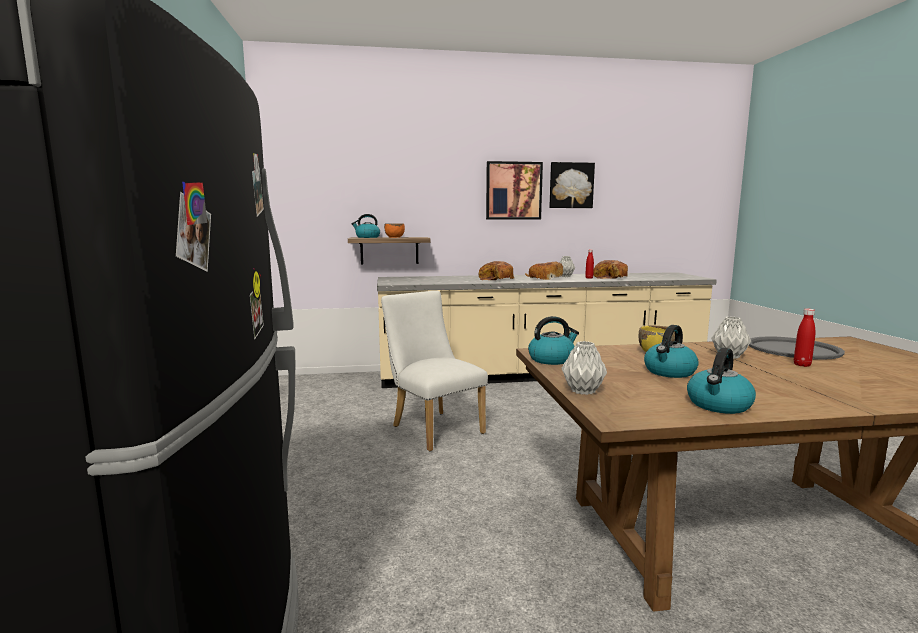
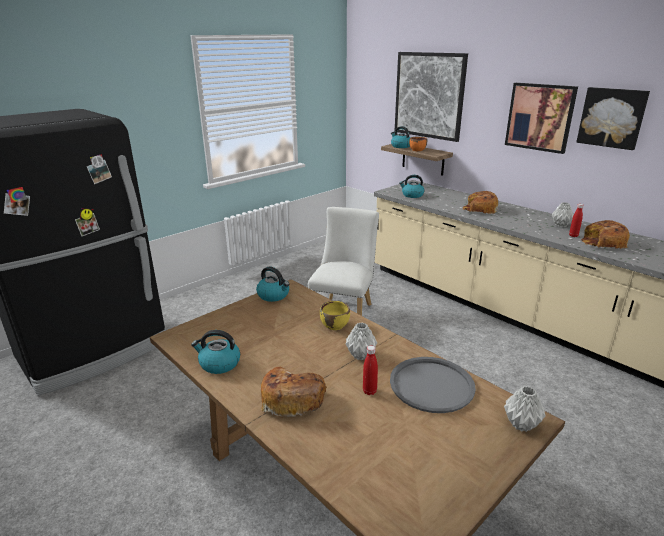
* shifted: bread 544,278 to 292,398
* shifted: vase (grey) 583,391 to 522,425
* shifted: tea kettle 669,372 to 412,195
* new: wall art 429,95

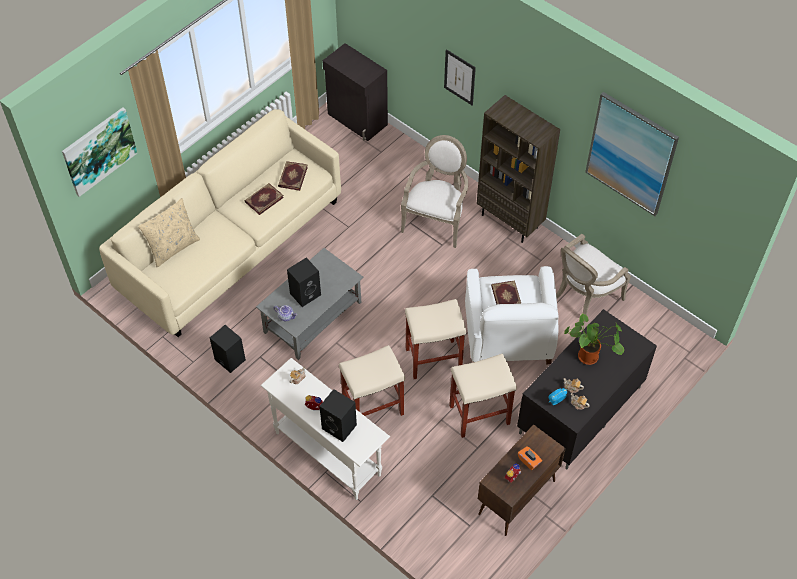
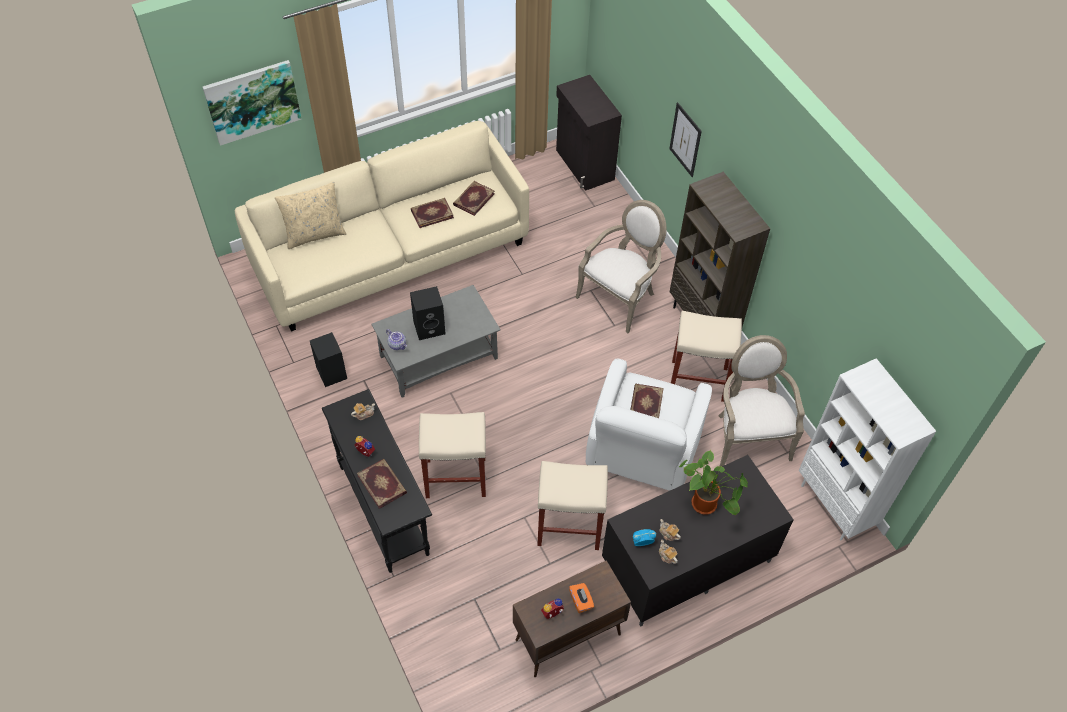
* repainted: console table (white-coloured) 327,453 to console table (blackish) 384,509
* swapped: speaker (blackish) 340,427 to book 382,484
* shifted: stool seat (beige-coloured) 432,359 to 697,380
* rotated: lounge chair 583,297 = 748,435 105 degrees clockwise
* gone: wall art 631,154
* new: bookshelf (white-coloured) 835,506

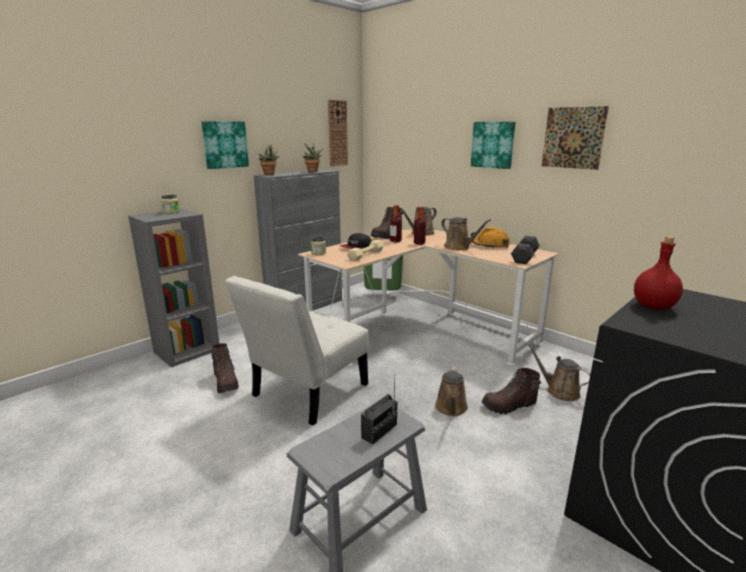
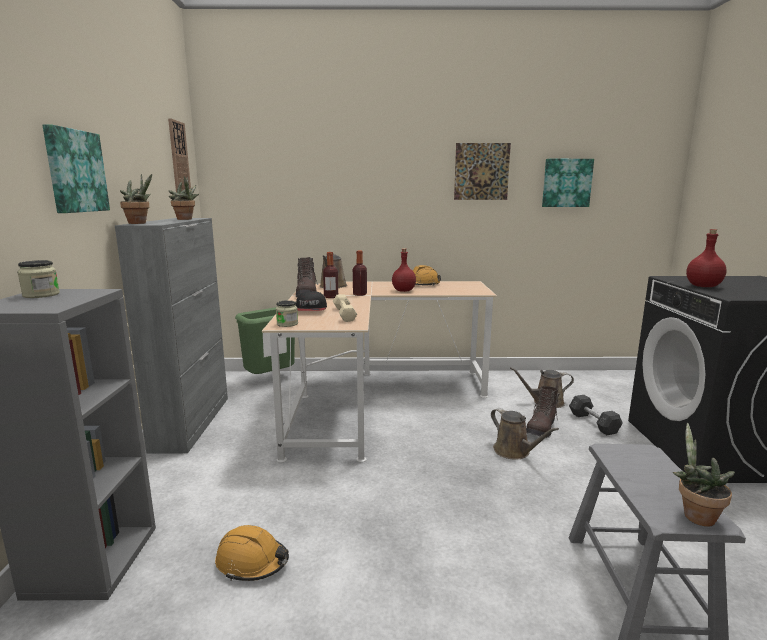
* swapped: high-top boot (brown) 226,382 to safety helmet (orangey) 252,562
* gone: upright chair (white-coloured) 306,393
* gone: radio set 379,431
* swapped: watering pot (brown) 459,247 to drink bottle (red) 403,291
* shifted: wall art 493,145 to 566,183
* shifted: hand weight (grey) 524,258 to 593,423
* new: potted plant 695,515

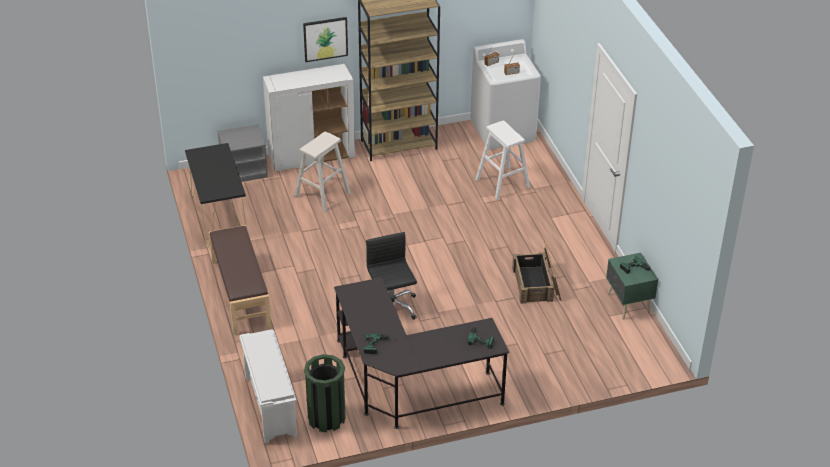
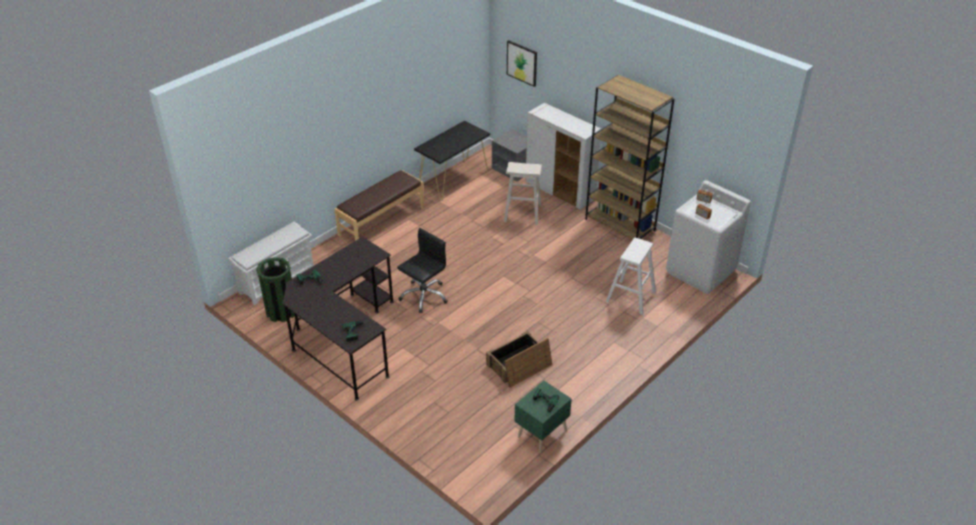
* shifted: wall art 325,39 to 522,63

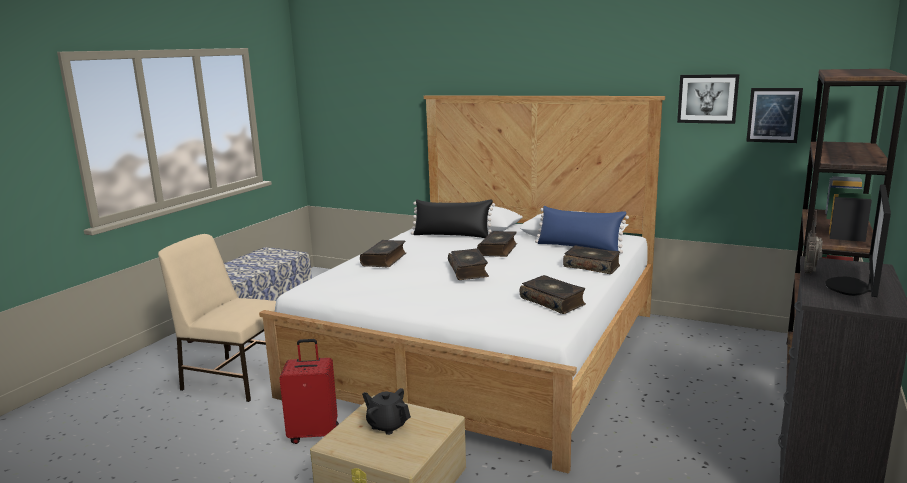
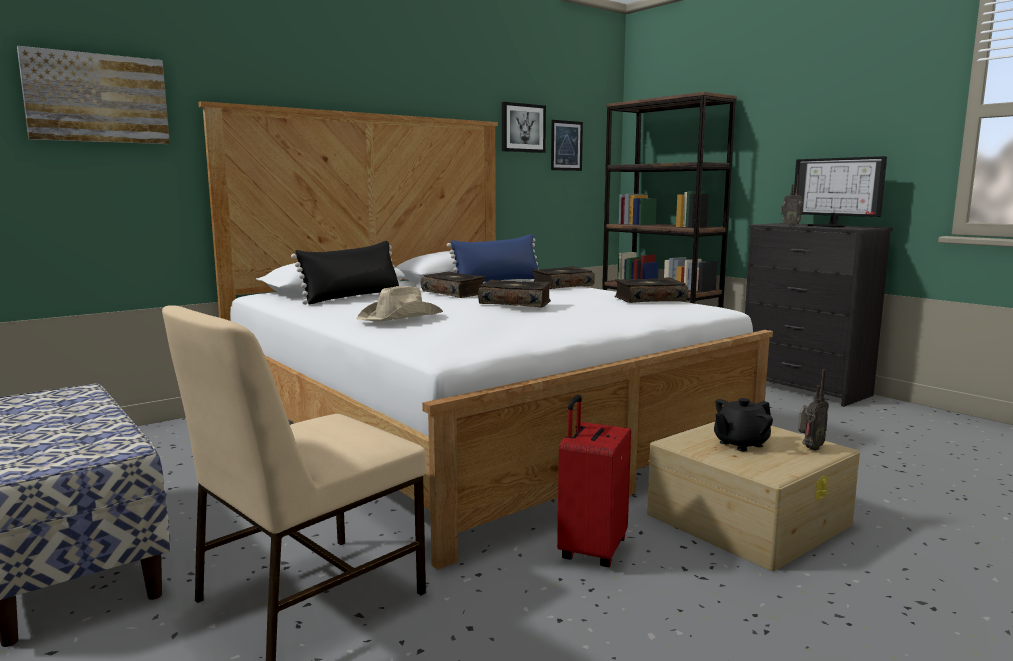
* swapped: book 385,259 to wearable hat (beige-coloured) 401,317
* new: wall art 97,98
* new: radio set 809,448

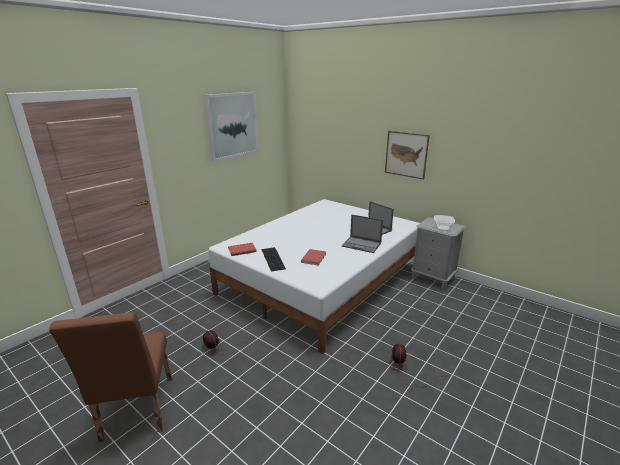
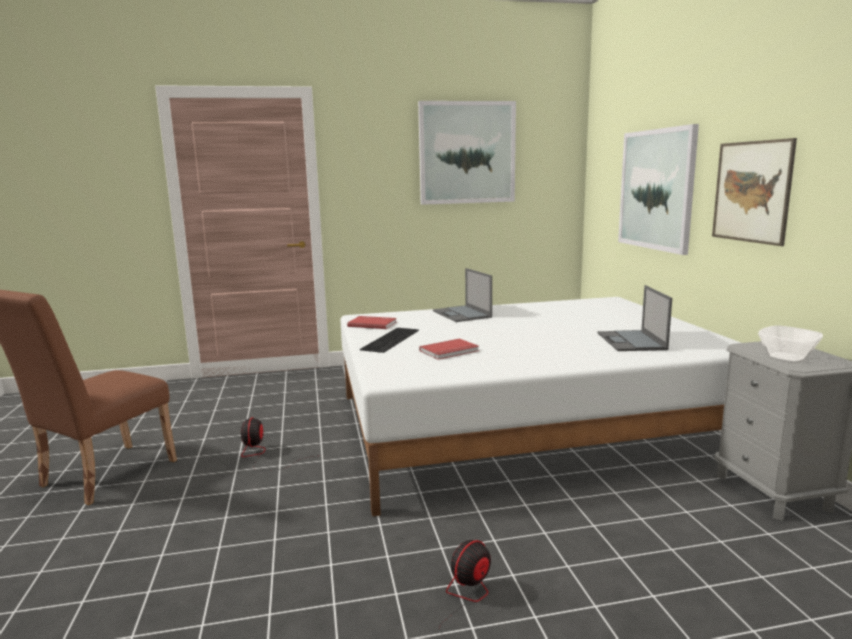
* shifted: laptop 362,244 to 462,314
* new: wall art 656,189

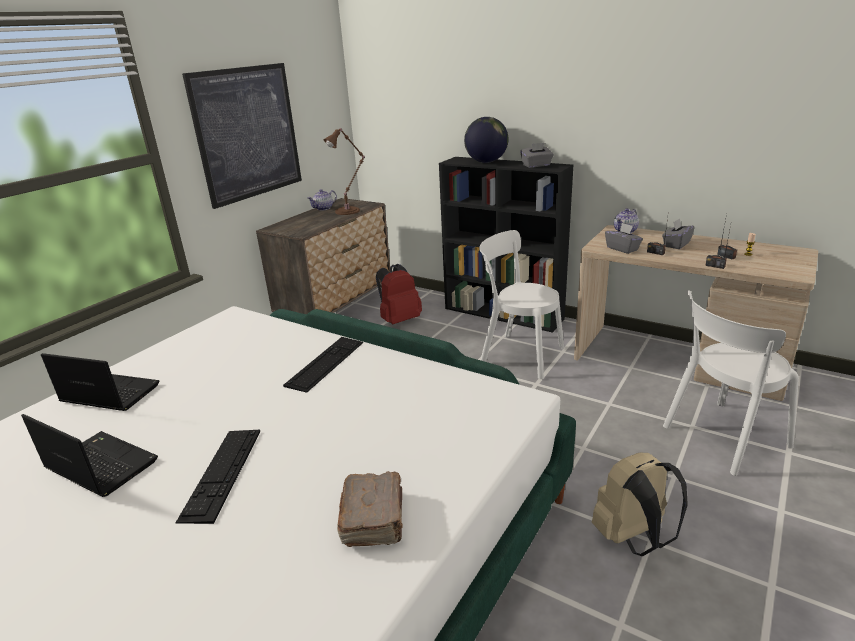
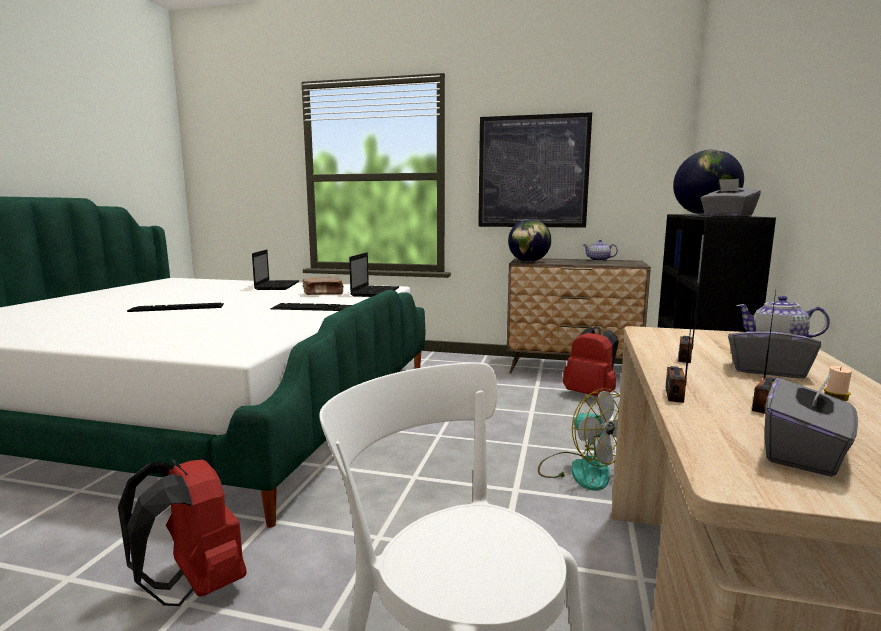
* shifted: laptop 99,465 to 375,292
* gone: table lamp (brown) 349,211
* shifted: book (brown) 374,519 to 323,293
* swapped: upright chair (white-coloured) 518,355 to fan 581,470
* repainted: knapsack (beige-coloured) 633,538 to knapsack (red) 195,587
* shifted: box of tissues (grey) 622,249 to 804,454
* new: world globe 528,261

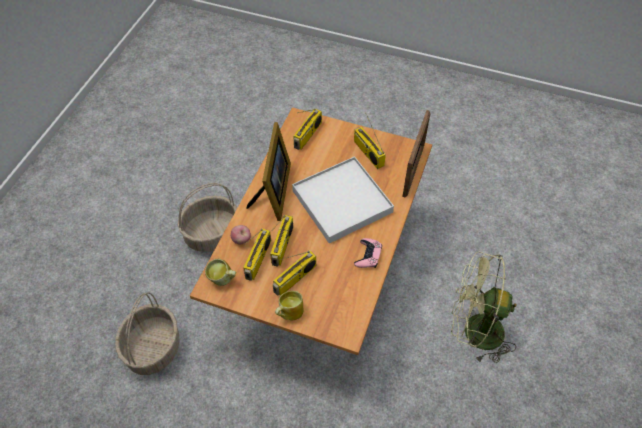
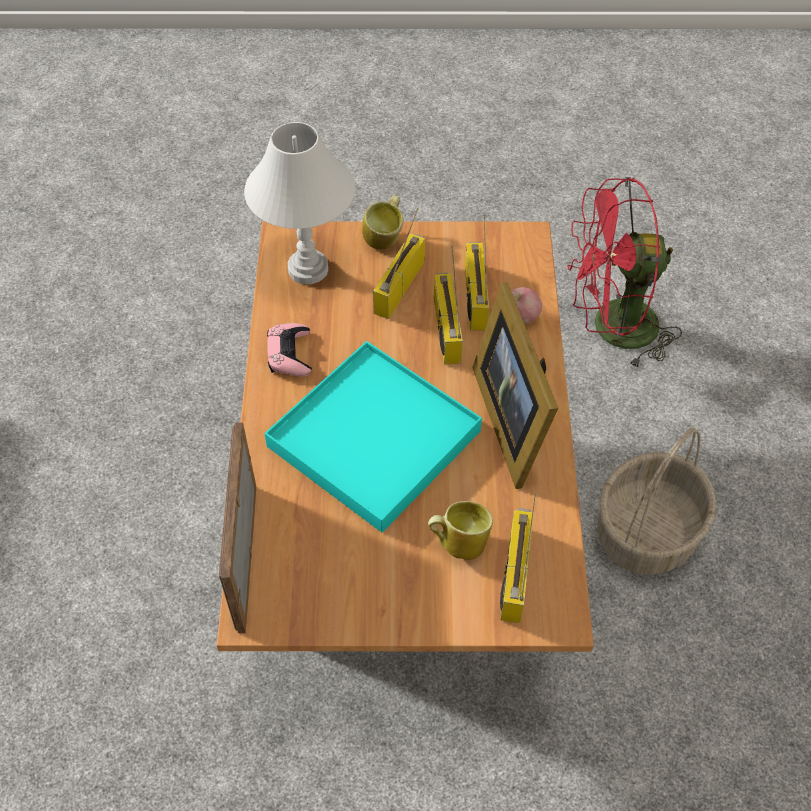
* swapped: storage basket 153,348 to fan (red) 611,329
* shifted: tea mug 223,280 to 458,542
* repainted: serving tray (white-coloured) 341,201 to serving tray (turquoise) 374,439
* gone: radio set 367,153
* gone: fan (greenish) 474,331
* new: table lamp (white-coloured) 307,269

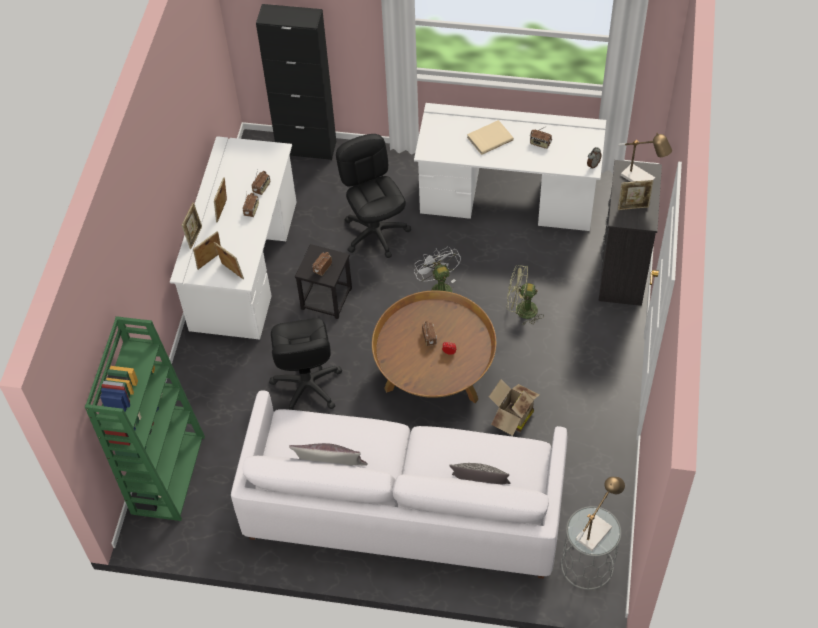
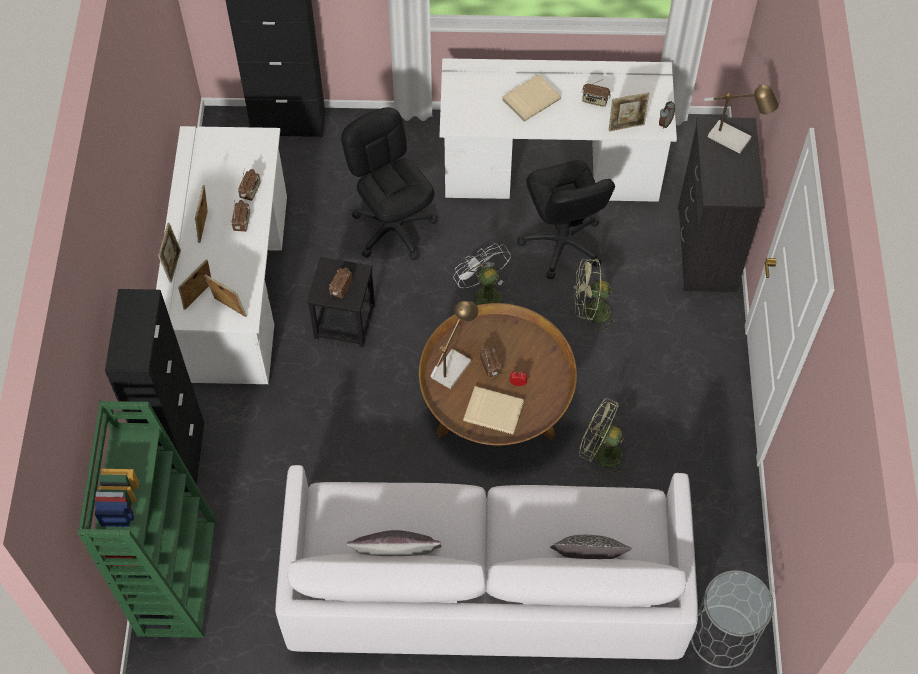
* shifted: desk chair (blackish) 307,386 to 561,244
* swapped: cardboard box 512,417 to fan (greenish) 601,453
* shifted: table lamp 596,529 to 453,365
* shifted: picture frame 633,207 to 626,126
* new: cupboard (blackish) 181,458
* new: book (beige-coloured) 494,410

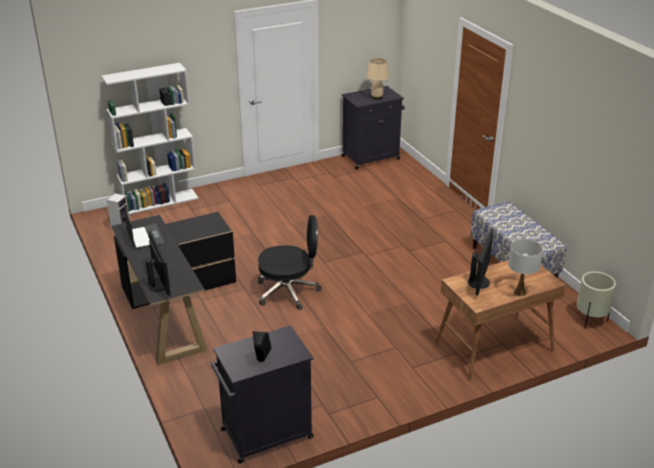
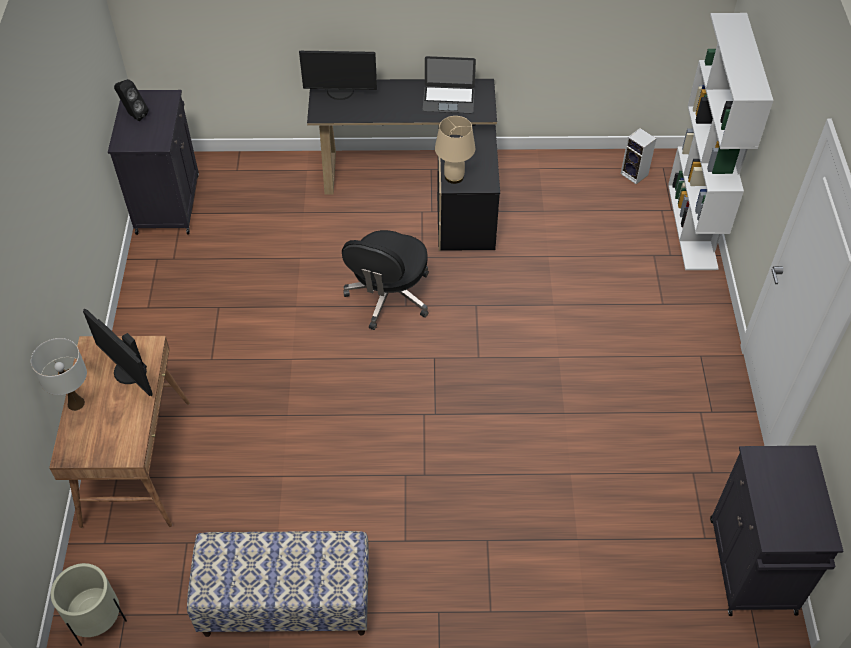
* shifted: table lamp (beige-coloured) 376,97 to 454,176

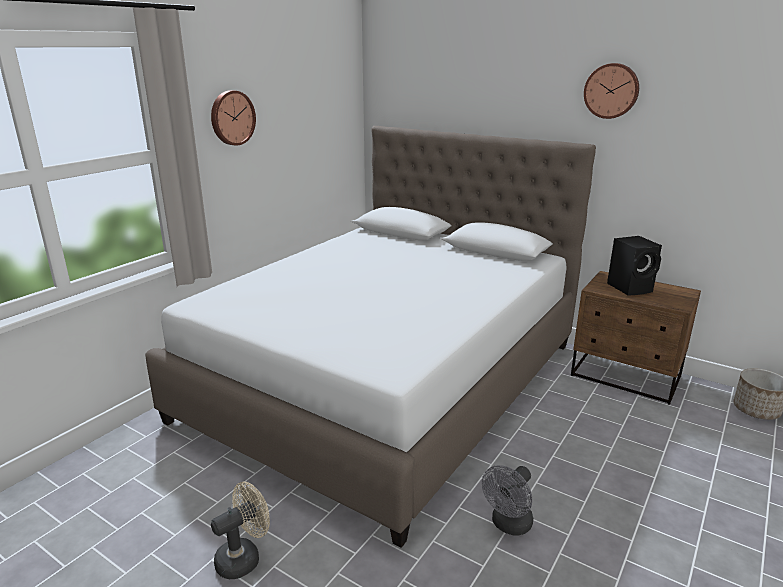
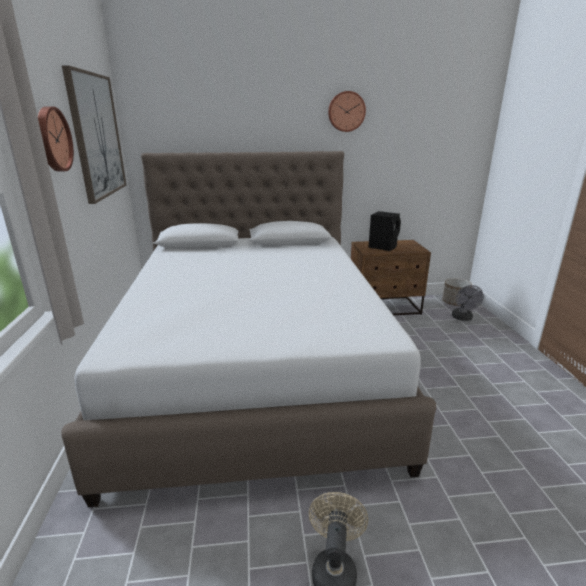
* shifted: fan (grey) 508,525 to 463,318
* new: wall art 96,136

